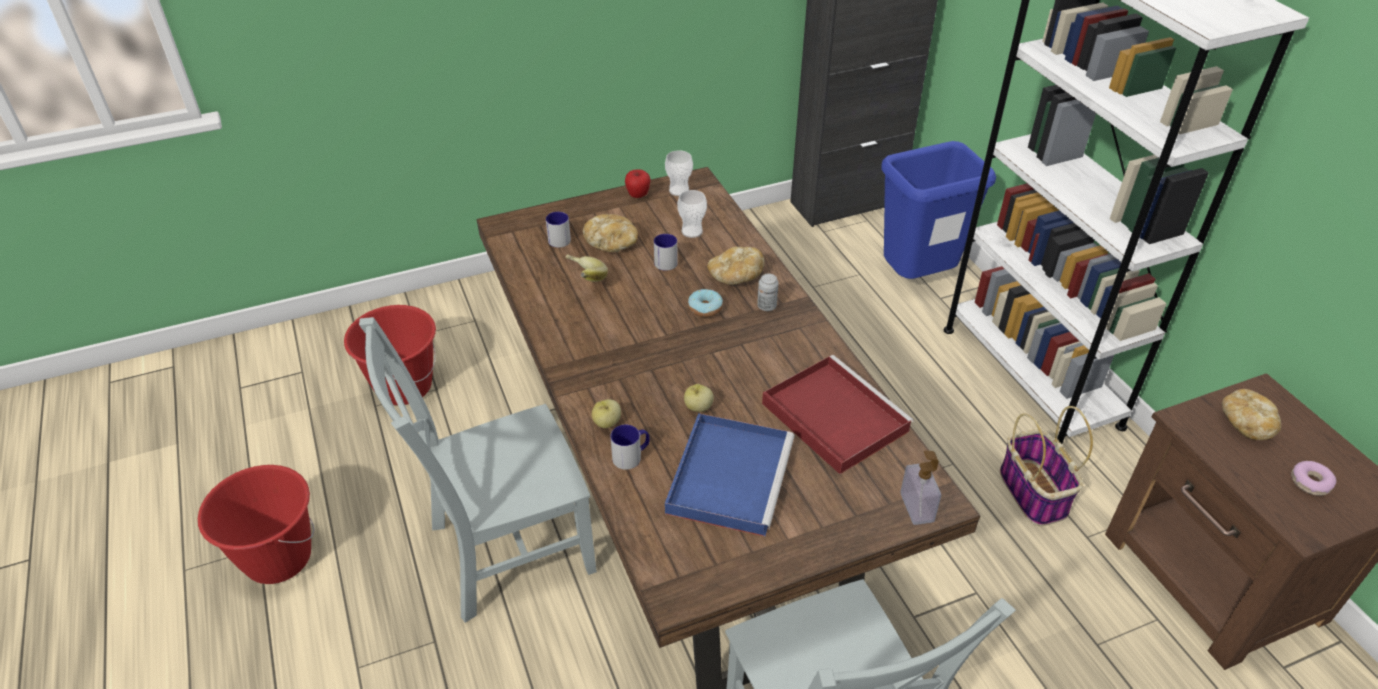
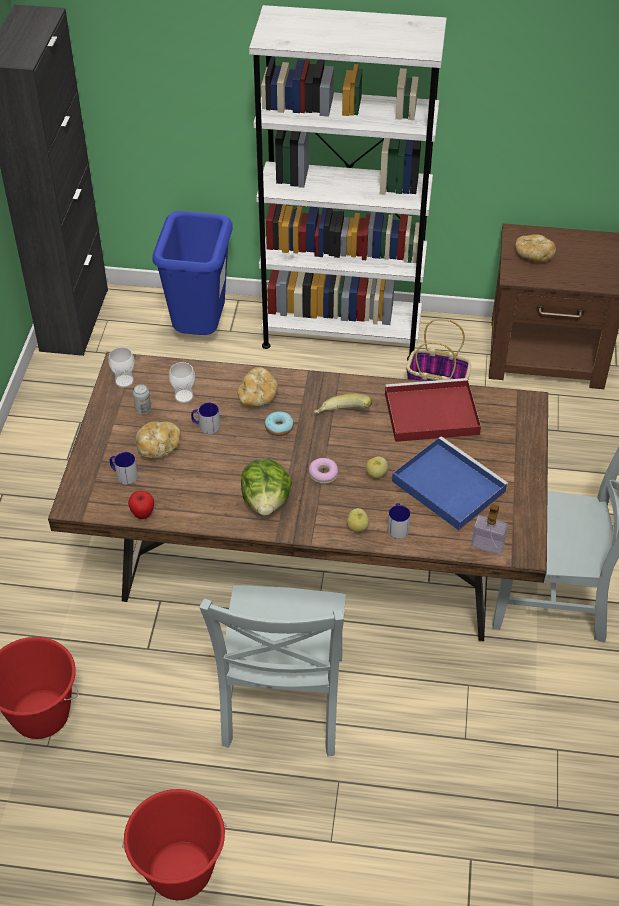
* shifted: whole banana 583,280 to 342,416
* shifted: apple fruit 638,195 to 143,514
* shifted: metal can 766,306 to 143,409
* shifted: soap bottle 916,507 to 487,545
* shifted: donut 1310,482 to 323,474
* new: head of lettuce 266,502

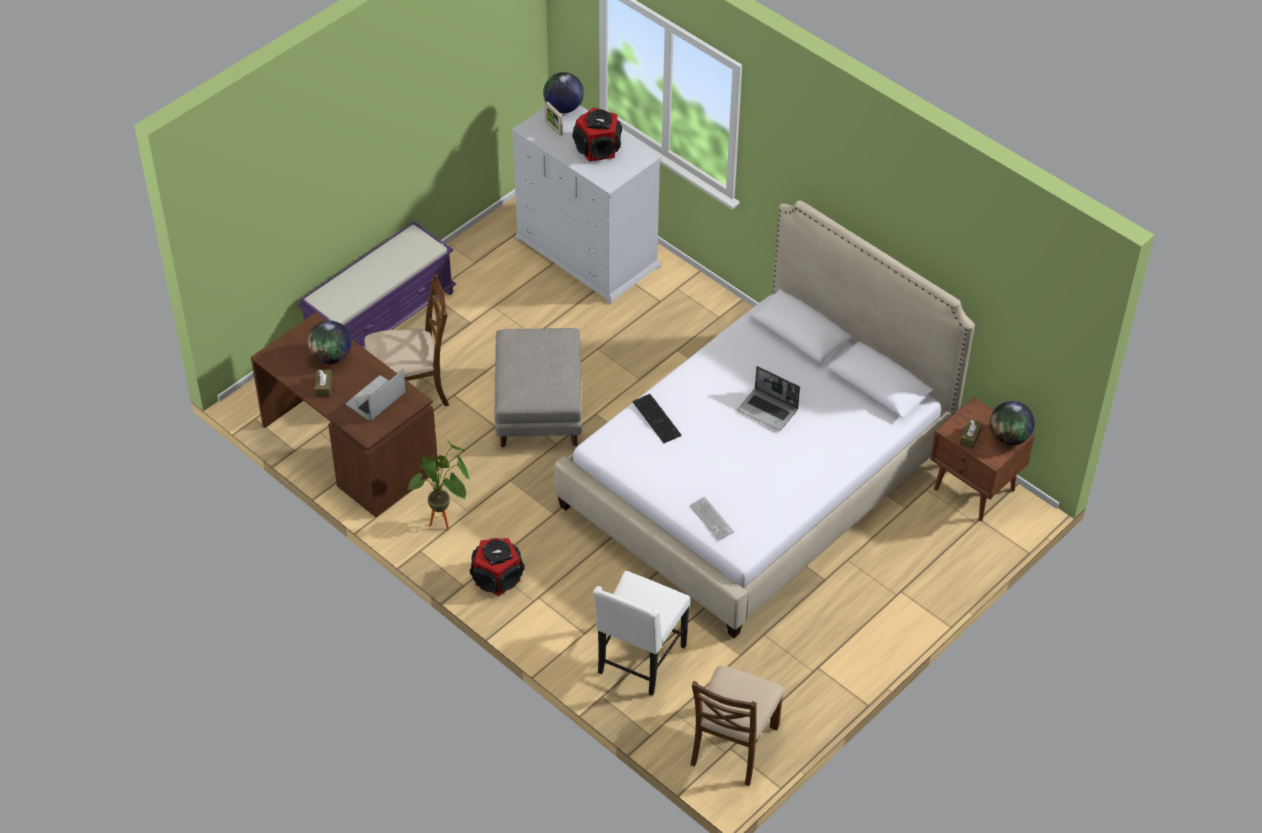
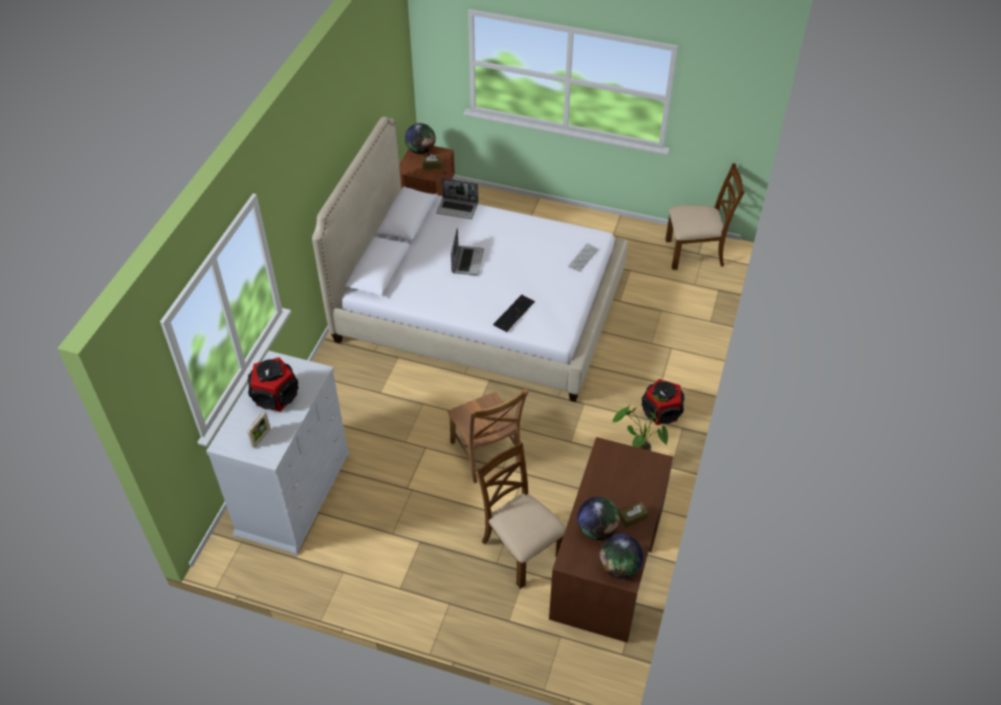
* gone: bench (purple) 380,318
* shifted: laptop 376,400 to 458,208
* swapped: footrest (grey) 538,405 to upright chair (brown) 486,455
* shifted: world globe 563,108 to 619,567
* gone: upright chair (white-coloured) 639,660

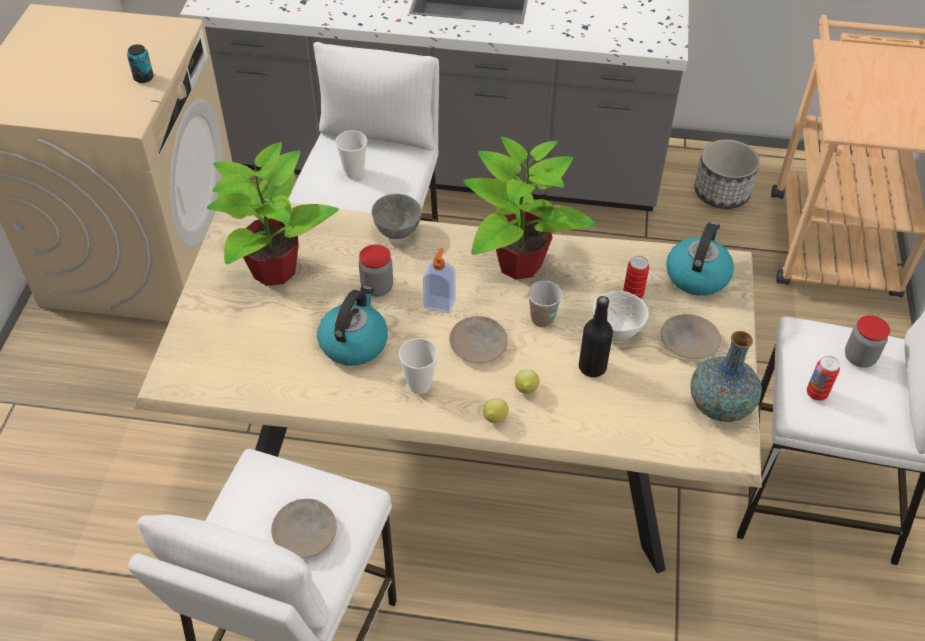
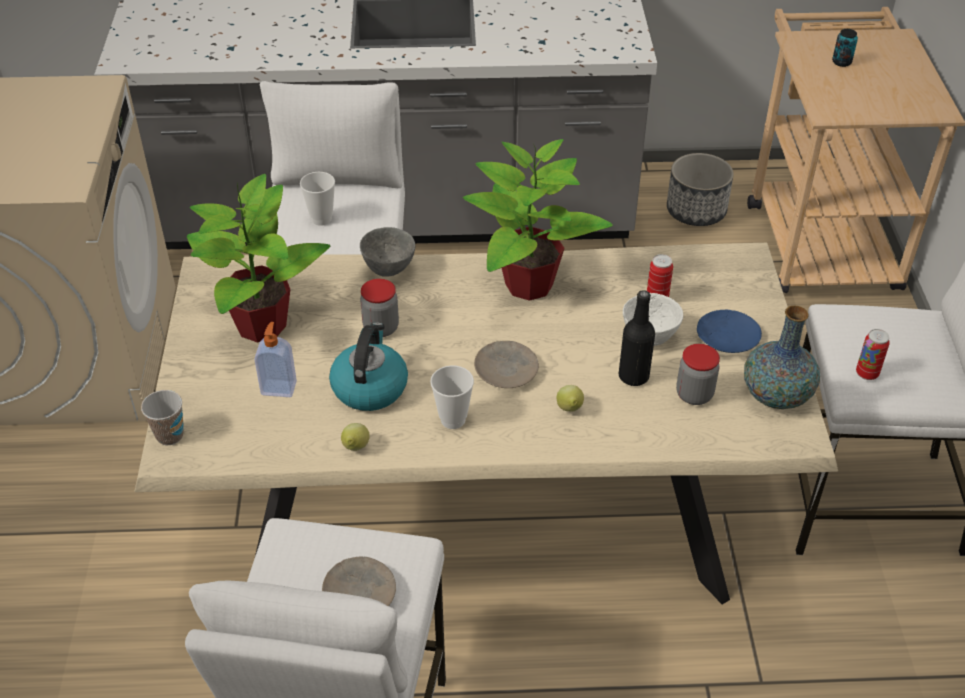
* shifted: metal can 143,77 to 841,62
* shifted: soap bottle 439,303 to 279,387
* shifted: whole lemon 494,419 to 355,448
* shifted: small cup 542,319 to 170,435
* repainted: plate (beige-coloured) 688,341 to plate (bluish) 726,337
* gone: tea kettle 697,275
* shifted: jar 859,357 to 694,394

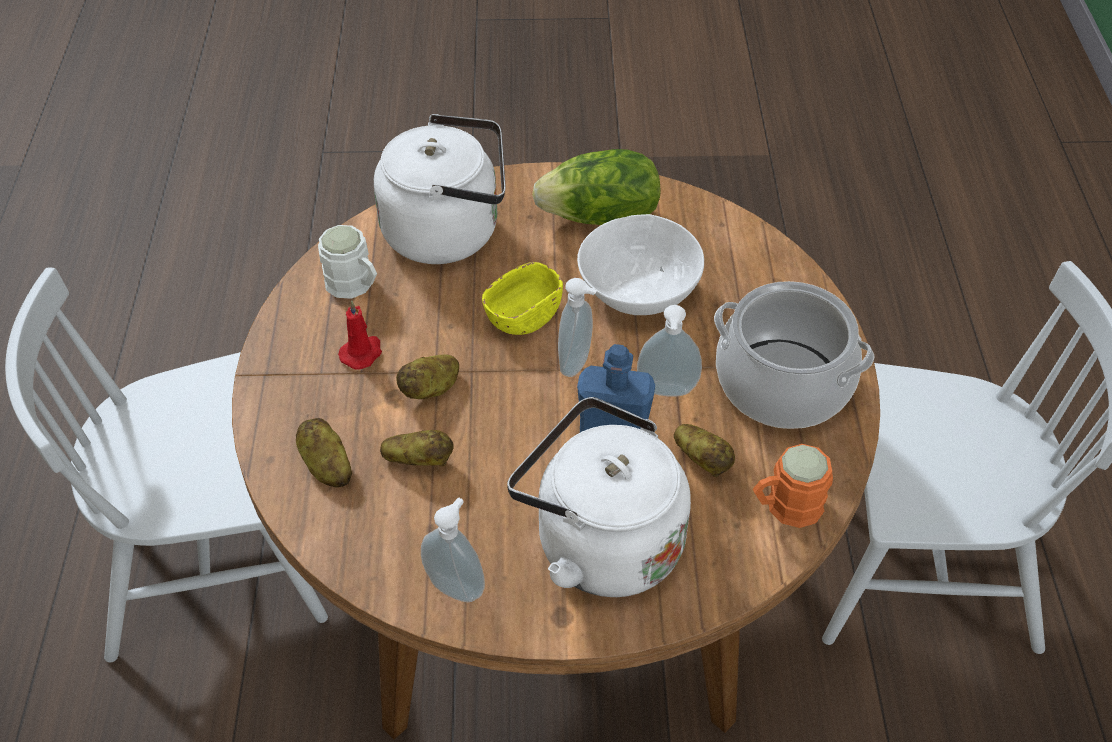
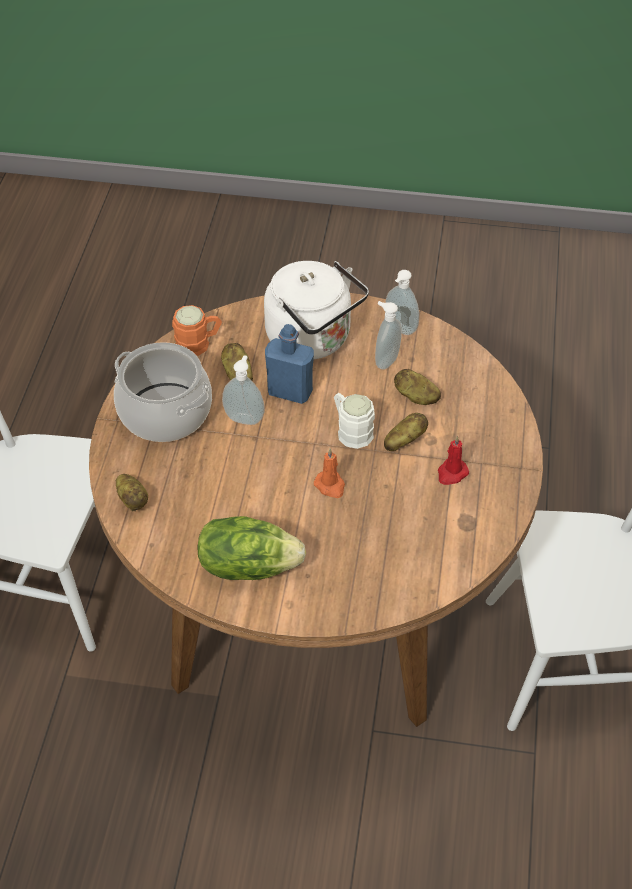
* shifted: whole potato 326,466 to 133,500
* shifted: tea mug (white-coloured) 355,285 to 351,430
* gone: tea kettle (white-coloured) 449,231
* swapped: deep dish (yellow) 523,316 to wax light (orangey) 330,486
* shifted: soap bottle 577,364 to 385,360
* gone: deep dish (white-coloured) 638,292

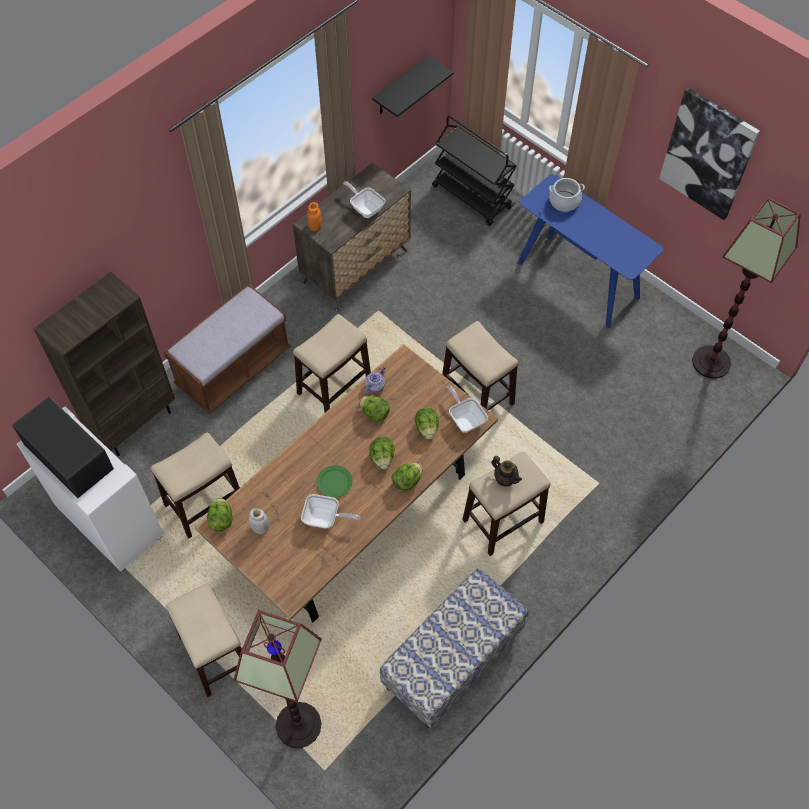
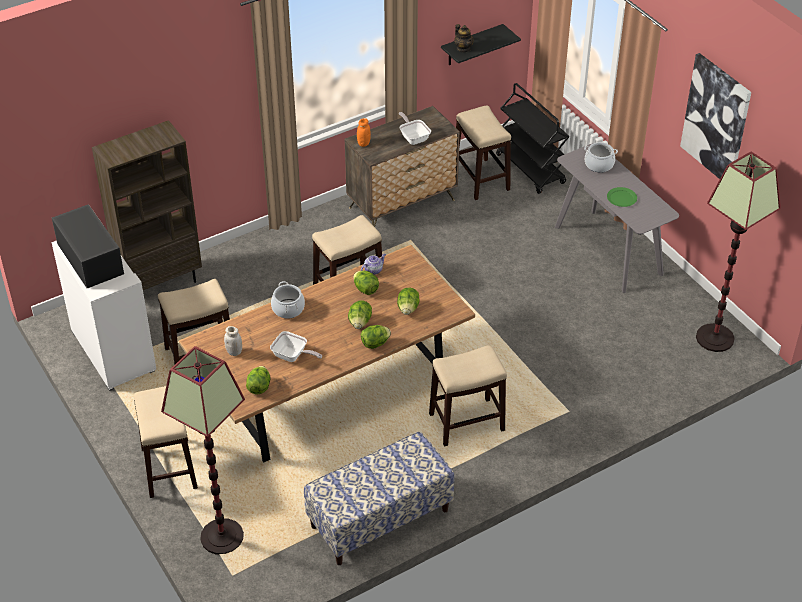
* gone: bench (brown) 233,368
* shifted: head of lettuce 221,520 to 259,387
* shifted: plate (greenish) 334,482 to 621,198
* shifted: stool seat 477,395 to 481,179
* gone: pan 465,418
* shifted: pot for tea 505,479 to 463,49
* repainted: console table (bluish) 578,280 to console table (grey) 608,250
* new: cooking pot 288,309

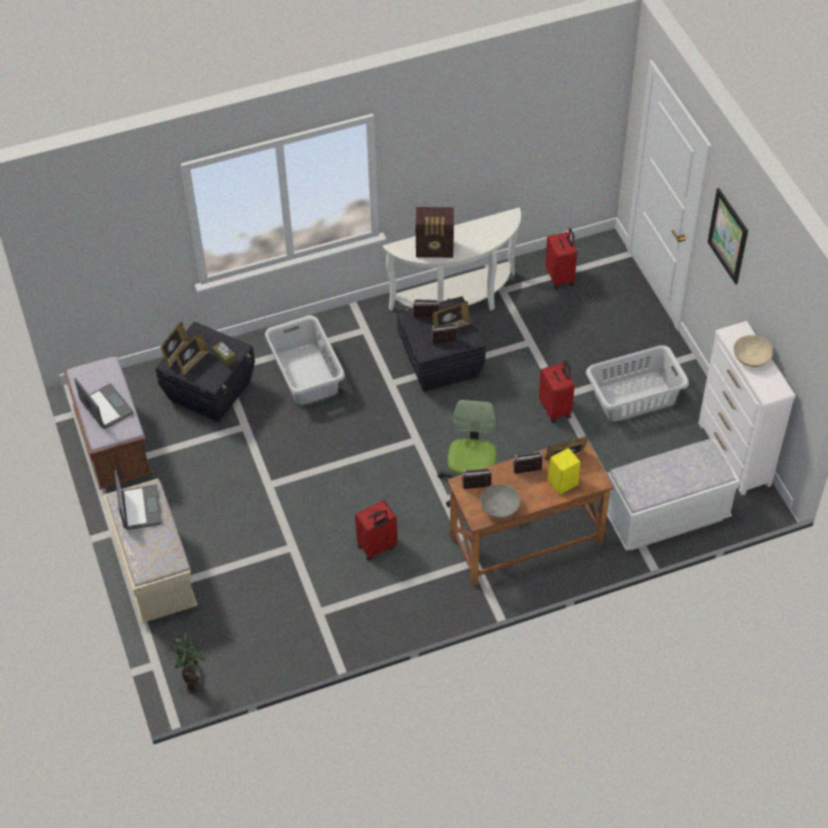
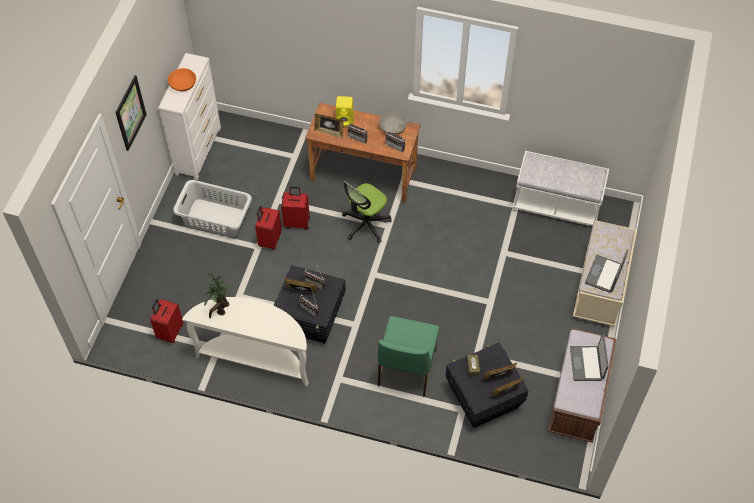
* shifted: potted plant 192,680 to 221,310
* swapped: laundry basket (grey) 306,373 to upright chair (greenish) 406,369
* shifted: piece of luggage (red) 377,547 to 297,222
* gone: radio set 435,250
* shifted: bench (white-coloured) 666,516 to 556,204
* repainted: deep dish (beige-coloured) 751,357 to deep dish (orangey) 183,85

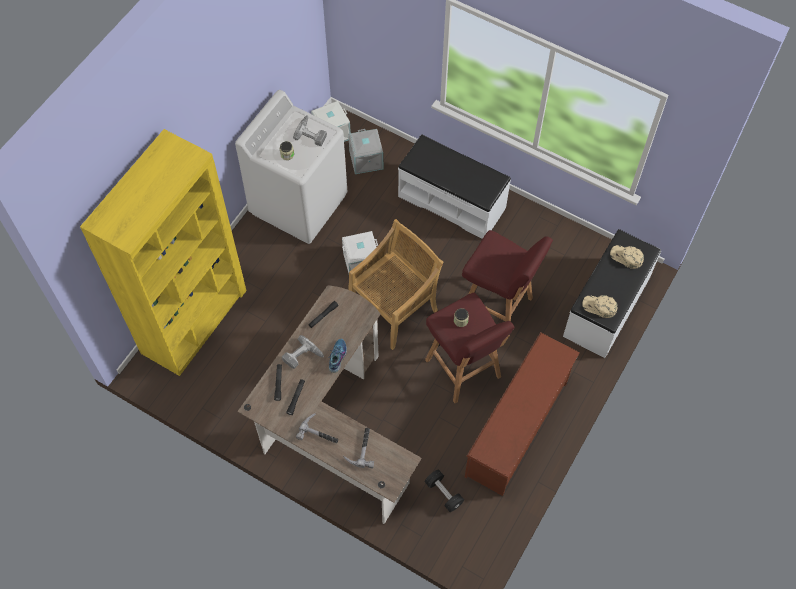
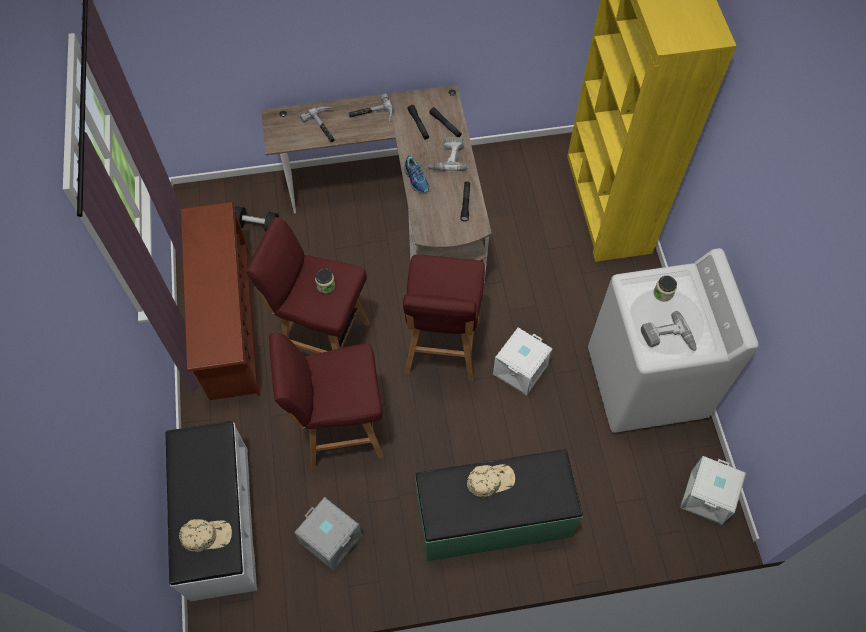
* shifted: storage bin (grey) 367,160 to 330,540
* swapped: upright chair (beige-coloured) 395,309 to stool seat (red) 442,348
* repainted: bench (white-coloured) 452,201 to bench (greenish) 493,518
* shifted: cap (beige-coloured) 599,307 to 490,480

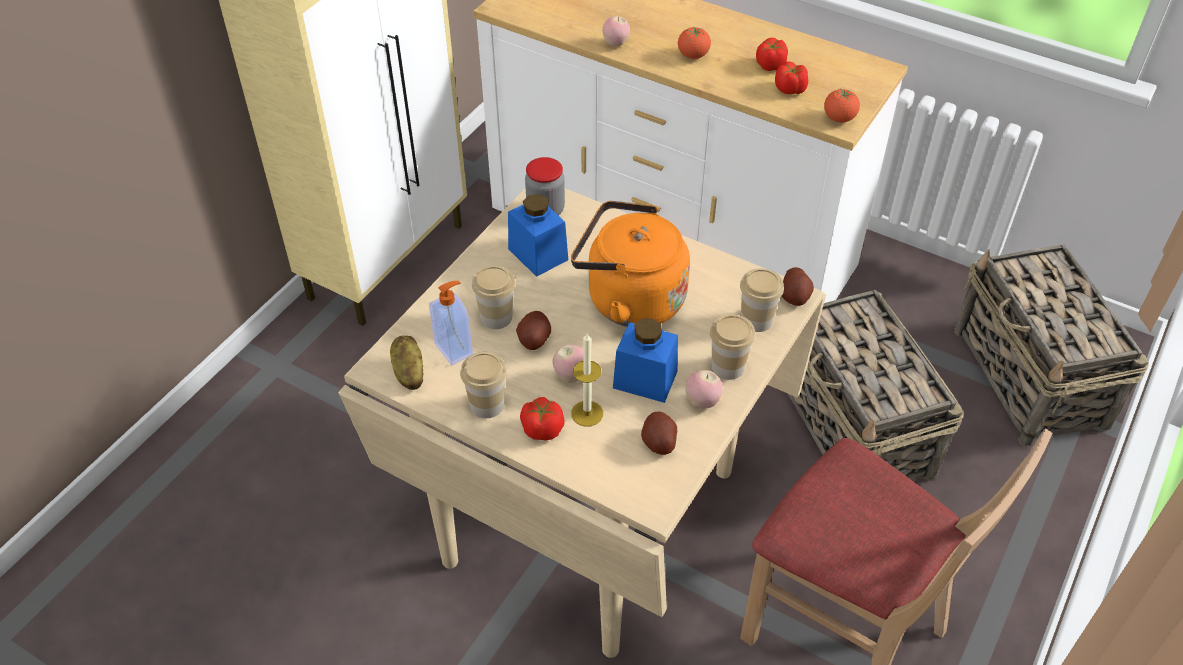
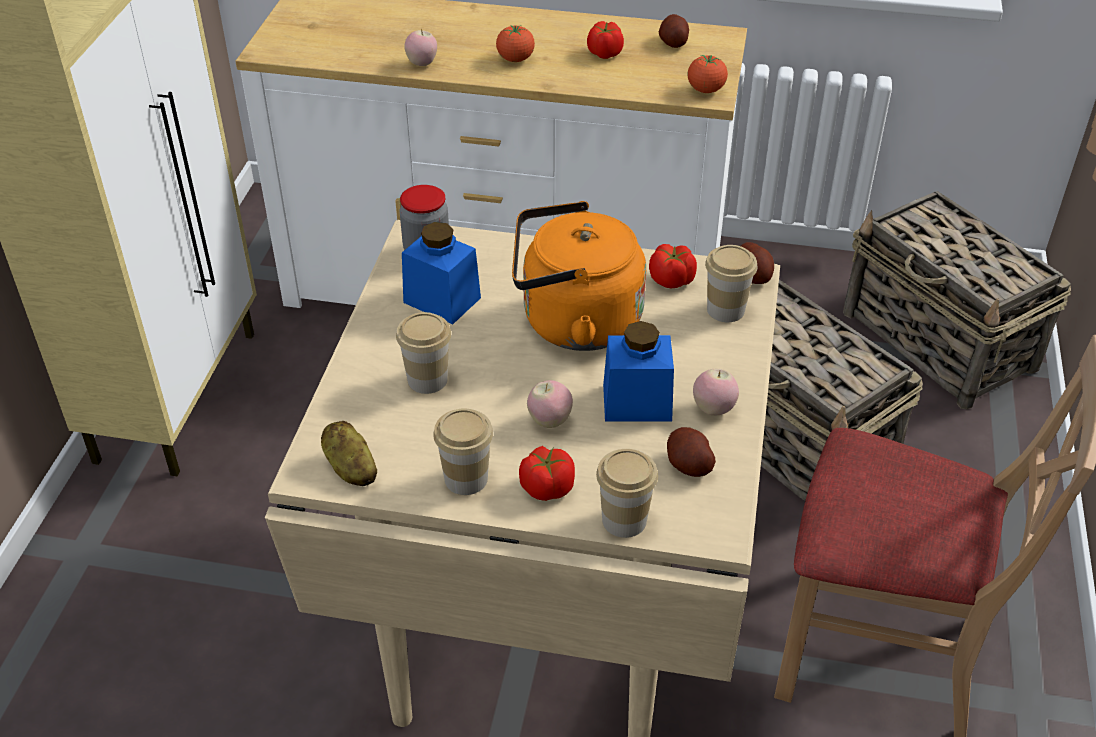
* gone: soap bottle 455,349
* shifted: whole potato 534,339 to 673,43
* gone: wax light 587,413
* shifted: small cup 728,367 to 624,520
* shifted: tomato 790,89 to 672,280

